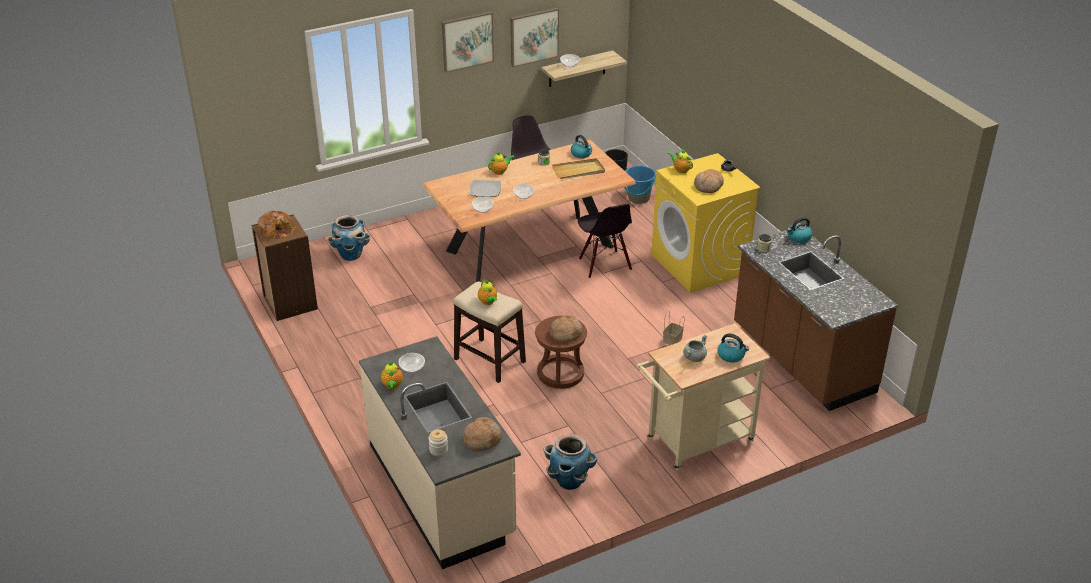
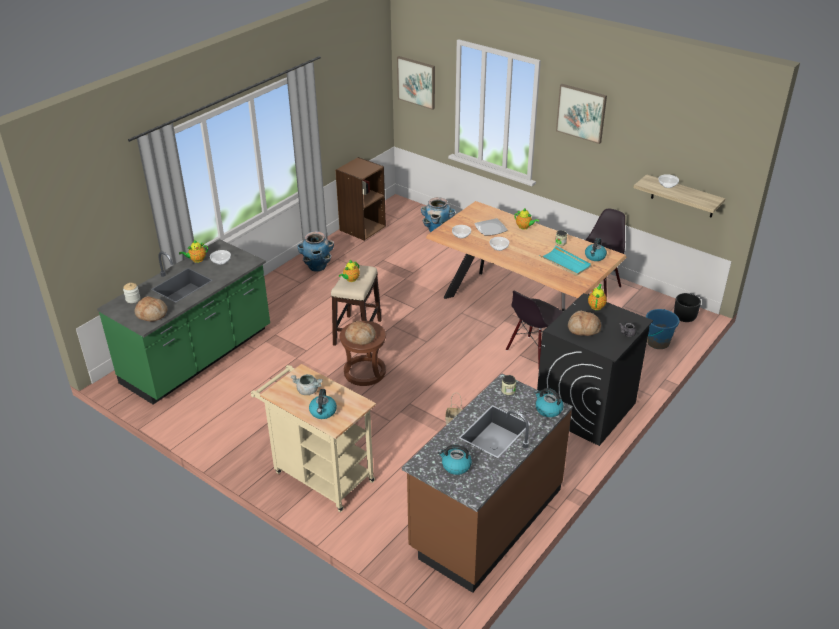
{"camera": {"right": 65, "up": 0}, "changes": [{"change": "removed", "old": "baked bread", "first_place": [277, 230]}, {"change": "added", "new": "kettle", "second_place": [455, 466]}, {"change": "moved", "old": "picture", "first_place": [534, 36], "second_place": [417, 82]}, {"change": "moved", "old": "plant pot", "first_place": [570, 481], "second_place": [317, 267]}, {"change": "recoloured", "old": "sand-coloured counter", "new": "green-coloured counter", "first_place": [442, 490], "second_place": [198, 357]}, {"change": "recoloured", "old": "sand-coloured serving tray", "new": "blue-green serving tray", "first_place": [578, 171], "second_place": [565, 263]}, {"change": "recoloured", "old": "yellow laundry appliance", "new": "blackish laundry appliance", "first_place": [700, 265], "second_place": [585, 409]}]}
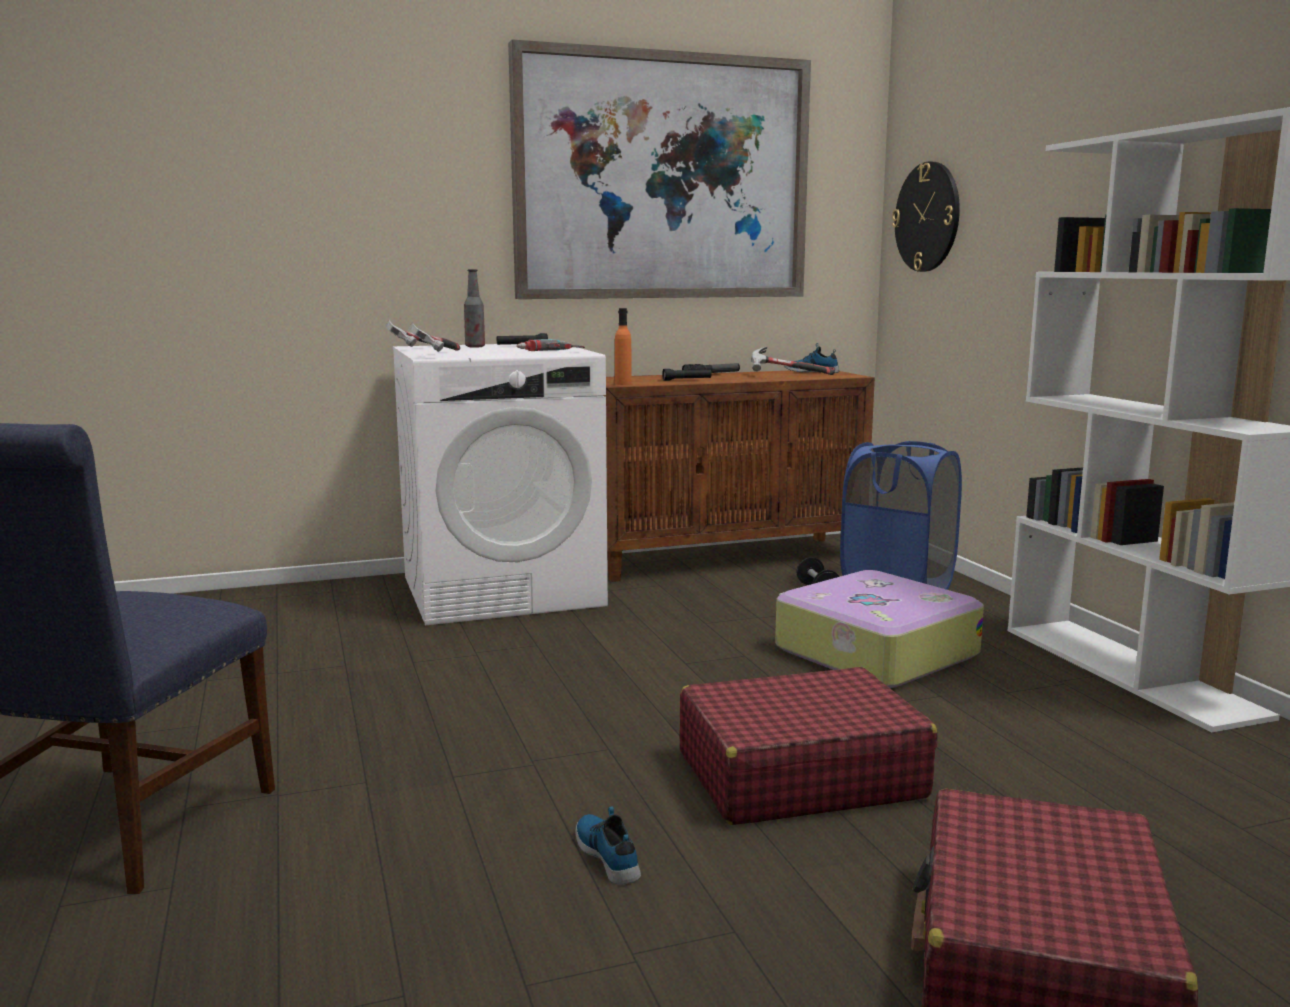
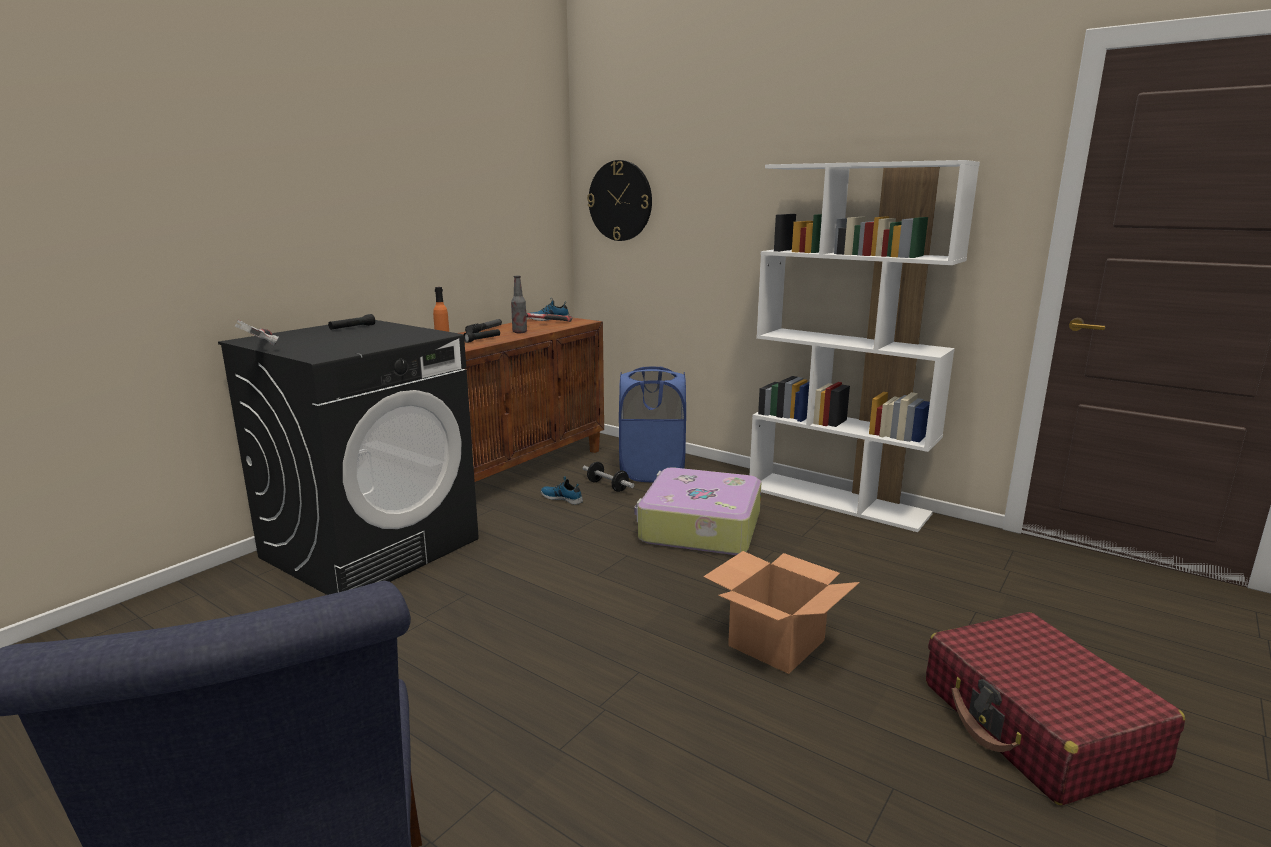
{"camera": {"right": -35, "up": 5}, "changes": [{"change": "removed", "old": "hand hammer", "first_place": [438, 354]}, {"change": "removed", "old": "picture", "first_place": [662, 178]}, {"change": "removed", "old": "electric drill", "first_place": [549, 351]}, {"change": "moved", "old": "bottle", "first_place": [475, 347], "second_place": [519, 332]}, {"change": "moved", "old": "item of footwear", "first_place": [609, 855], "second_place": [562, 498]}, {"change": "replaced", "old": "red piece of luggage", "new": "carton", "first_place": [798, 775], "second_place": [776, 644]}, {"change": "recoloured", "old": "white laundry appliance", "new": "blackish laundry appliance", "first_place": [503, 591], "second_place": [372, 547]}]}
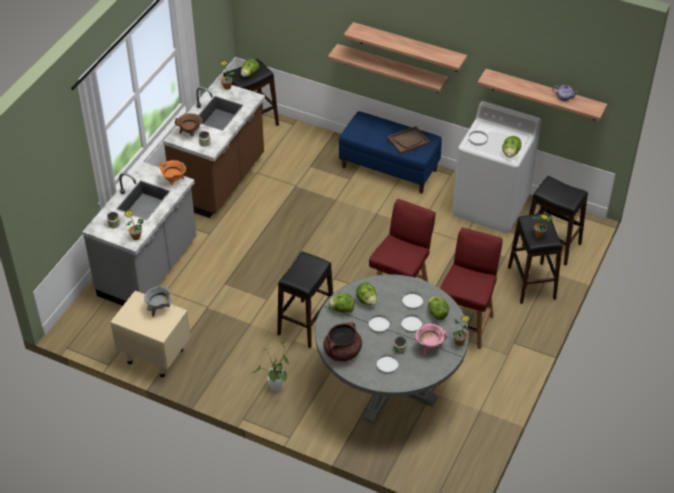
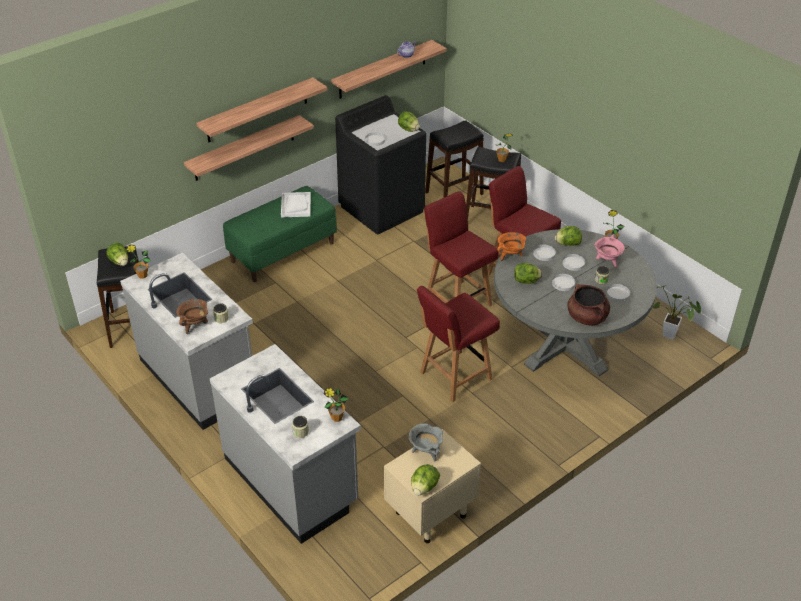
{"camera": {"right": -65, "up": -5}, "changes": [{"change": "moved", "old": "orange cooking pot", "first_place": [174, 181], "second_place": [510, 256]}, {"change": "moved", "old": "potted plant", "first_place": [275, 389], "second_place": [672, 336]}, {"change": "moved", "old": "lettuce", "first_place": [342, 309], "second_place": [424, 487]}, {"change": "replaced", "old": "blackish stool", "new": "red upright chair", "first_place": [306, 323], "second_place": [454, 376]}, {"change": "recoloured", "old": "brownish counter", "new": "grey counter", "first_place": [220, 182], "second_place": [199, 378]}, {"change": "recoloured", "old": "blue long seat", "new": "green-coloured long seat", "first_place": [389, 168], "second_place": [283, 252]}, {"change": "recoloured", "old": "brownish serving tray", "new": "white serving tray", "first_place": [408, 141], "second_place": [296, 205]}, {"change": "recoloured", "old": "white laundry appliance", "new": "blackish laundry appliance", "first_place": [491, 206], "second_place": [382, 209]}]}
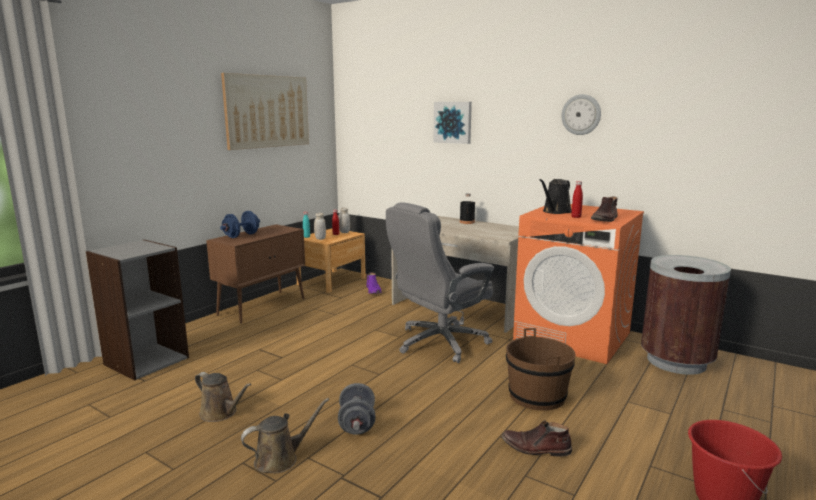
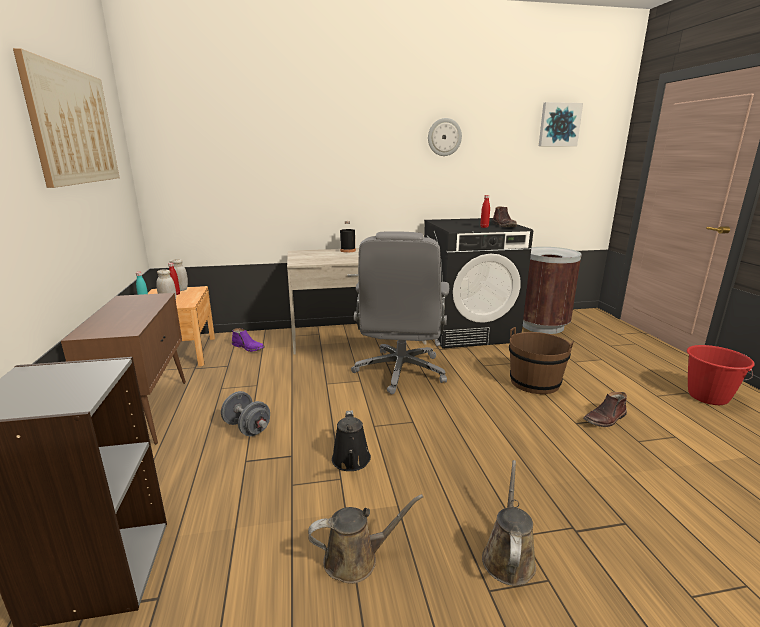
{"camera": {"right": -45, "up": 5}, "changes": [{"change": "removed", "old": "blue hand weight", "first_place": [241, 236]}, {"change": "moved", "old": "grey hand weight", "first_place": [357, 424], "second_place": [247, 428]}, {"change": "moved", "old": "picture", "first_place": [453, 122], "second_place": [559, 125]}, {"change": "moved", "old": "blackish watering pot", "first_place": [555, 212], "second_place": [351, 461]}, {"change": "recoloured", "old": "orange laundry appliance", "new": "blackish laundry appliance", "first_place": [573, 337], "second_place": [468, 331]}]}
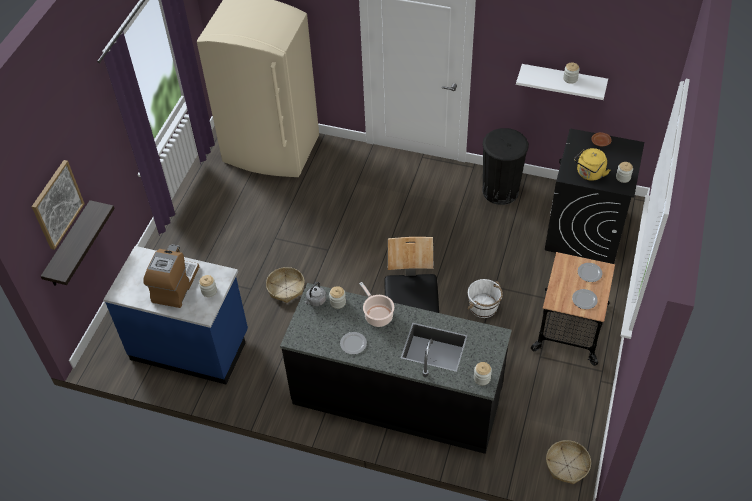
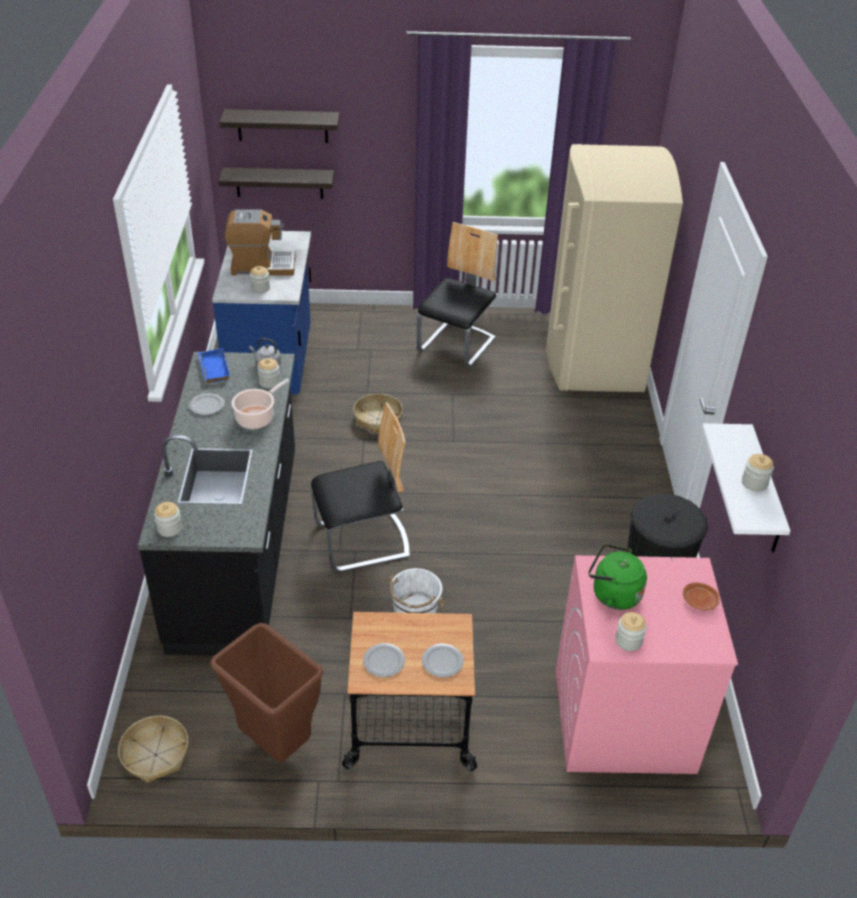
{"camera": {"right": 70, "up": -10}, "changes": [{"change": "added", "new": "blue serving tray", "second_place": [212, 369]}, {"change": "added", "new": "brownish trash can", "second_place": [274, 744]}, {"change": "added", "new": "upright chair", "second_place": [457, 345]}, {"change": "replaced", "old": "picture", "new": "bracket shelf", "first_place": [57, 204], "second_place": [282, 126]}, {"change": "recoloured", "old": "blackish laundry appliance", "new": "pinkish laundry appliance", "first_place": [584, 231], "second_place": [622, 720]}, {"change": "recoloured", "old": "yellow kettle", "new": "green-coloured kettle", "first_place": [589, 174], "second_place": [613, 594]}]}
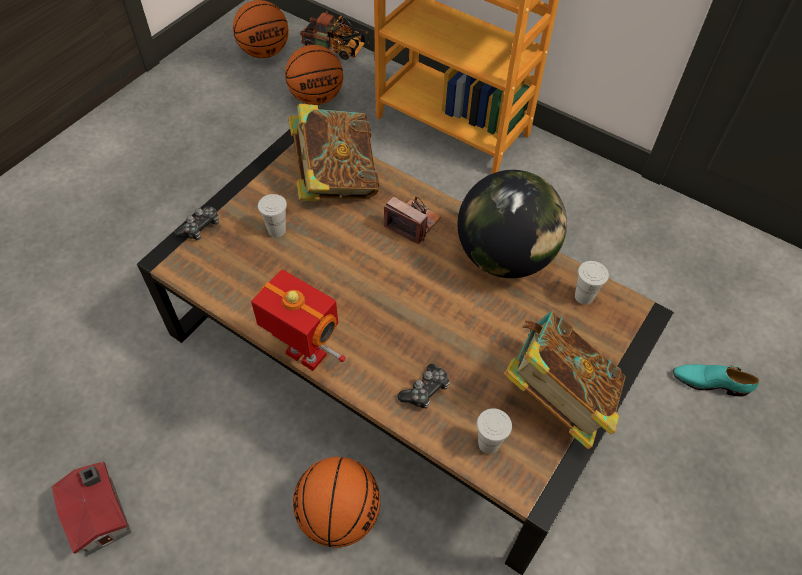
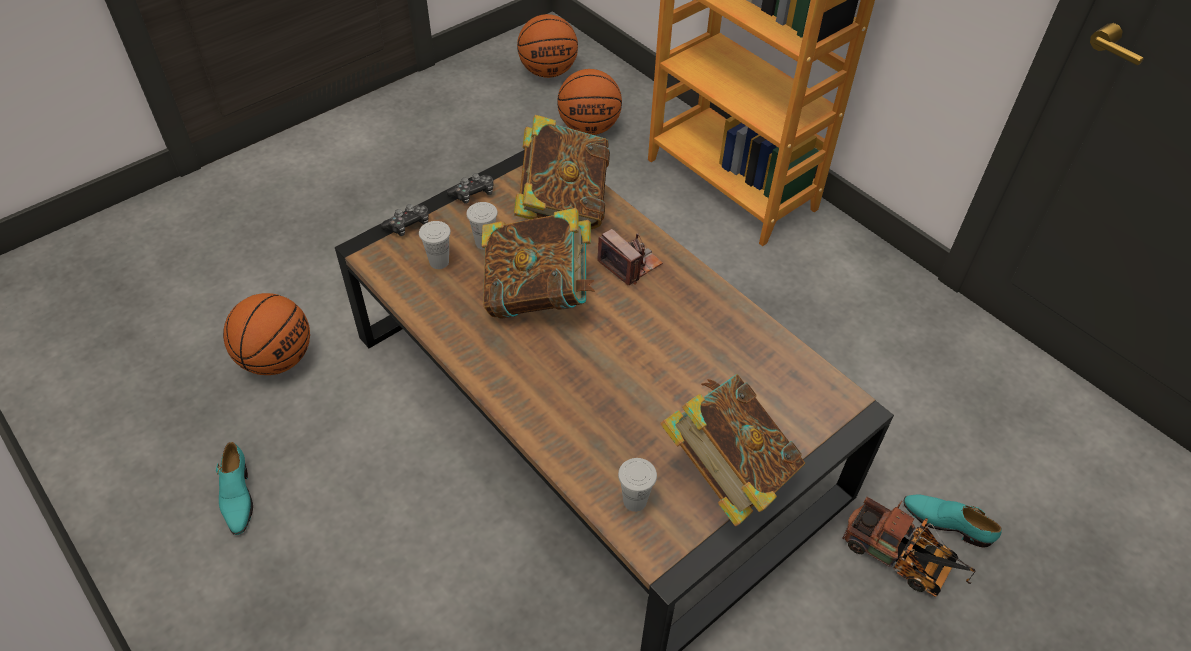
{"camera": {"right": 15, "up": -5}, "changes": [{"change": "removed", "old": "robot figure", "first_place": [304, 356]}, {"change": "removed", "old": "world globe", "first_place": [504, 257]}, {"change": "added", "new": "bound book", "second_place": [538, 295]}, {"change": "moved", "old": "basketball ball", "first_place": [338, 515], "second_place": [276, 359]}, {"change": "moved", "old": "toy lorry", "first_place": [337, 49], "second_place": [902, 560]}, {"change": "moved", "old": "gamepad", "first_place": [425, 390], "second_place": [473, 194]}, {"change": "moved", "old": "white drinking cup", "first_place": [584, 297], "second_place": [439, 262]}, {"change": "replaced", "old": "model house", "new": "blue-green item of footwear", "first_place": [101, 513], "second_place": [237, 497]}]}
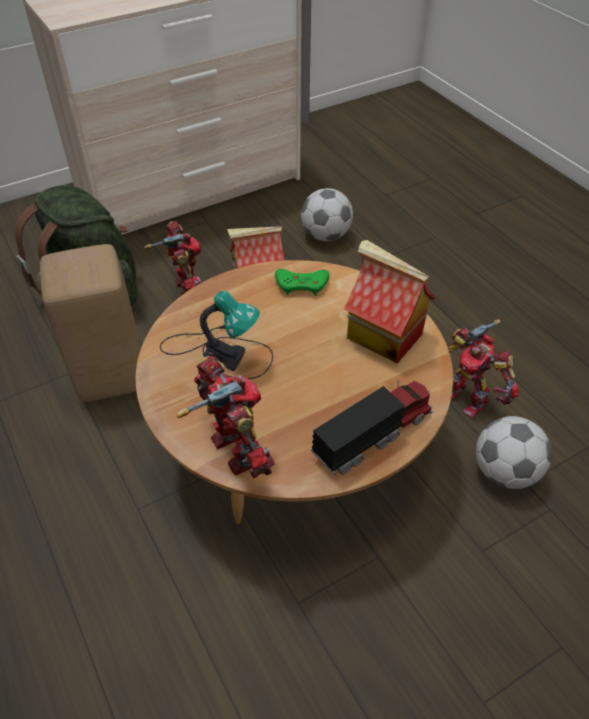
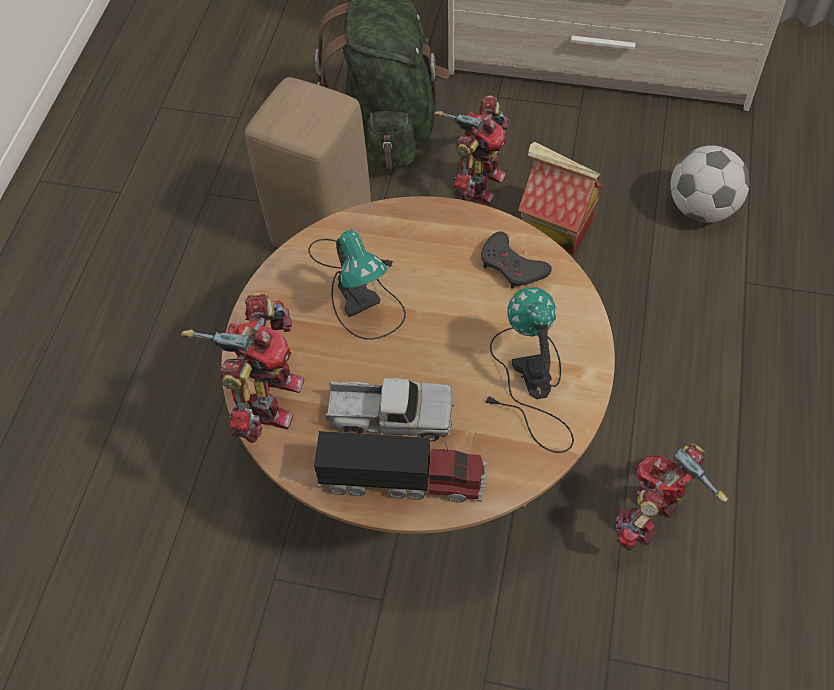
{"camera": {"right": 45, "up": 10}, "changes": [{"change": "removed", "old": "football ball", "first_place": [505, 472]}, {"change": "added", "new": "toy lorry", "second_place": [390, 416]}, {"change": "replaced", "old": "model house", "new": "tabletop lamp", "first_place": [382, 336], "second_place": [530, 383]}, {"change": "recoloured", "old": "green-coloured gamepad", "new": "grey gamepad", "first_place": [302, 285], "second_place": [512, 266]}, {"change": "turned", "old": "robot figure", "first_place": [466, 397], "second_place": [651, 517], "degrees": 45}]}
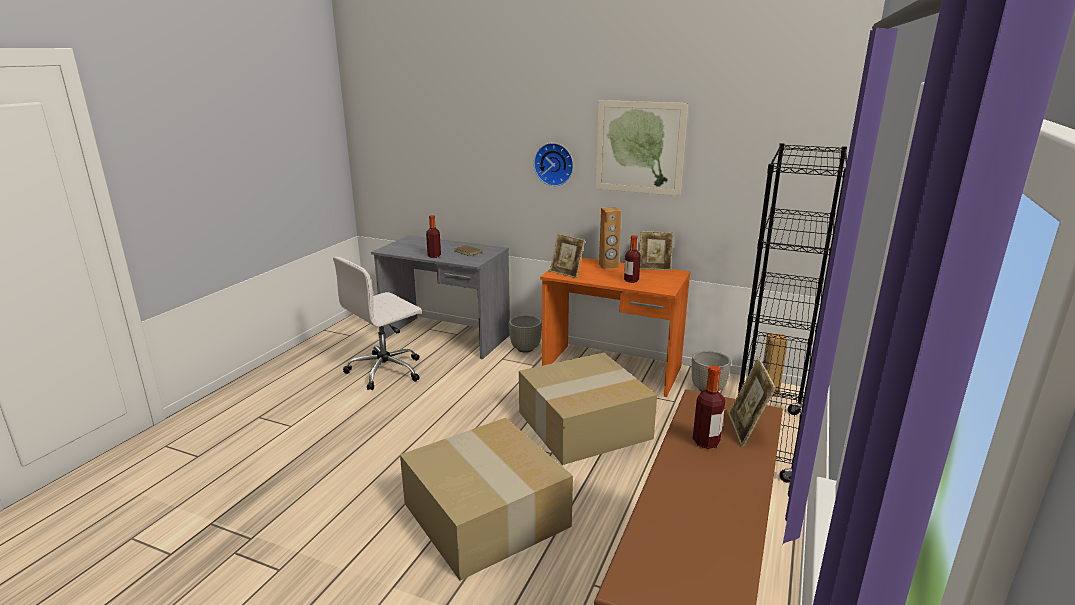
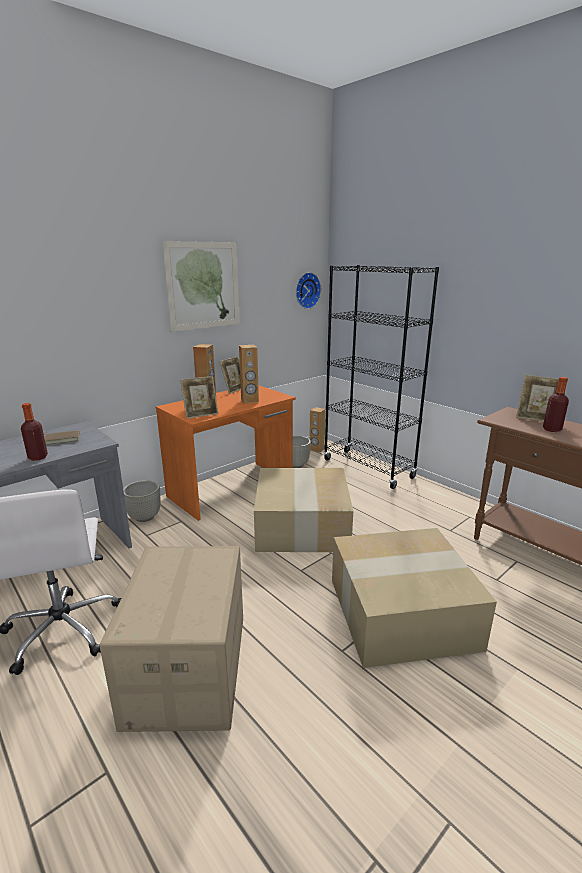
{"camera": {"right": -65, "up": 0}, "changes": [{"change": "added", "new": "carton", "second_place": [187, 668]}, {"change": "moved", "old": "wall clock", "first_place": [554, 164], "second_place": [306, 290]}, {"change": "replaced", "old": "bottle", "new": "brownish speaker", "first_place": [631, 280], "second_place": [249, 400]}]}
